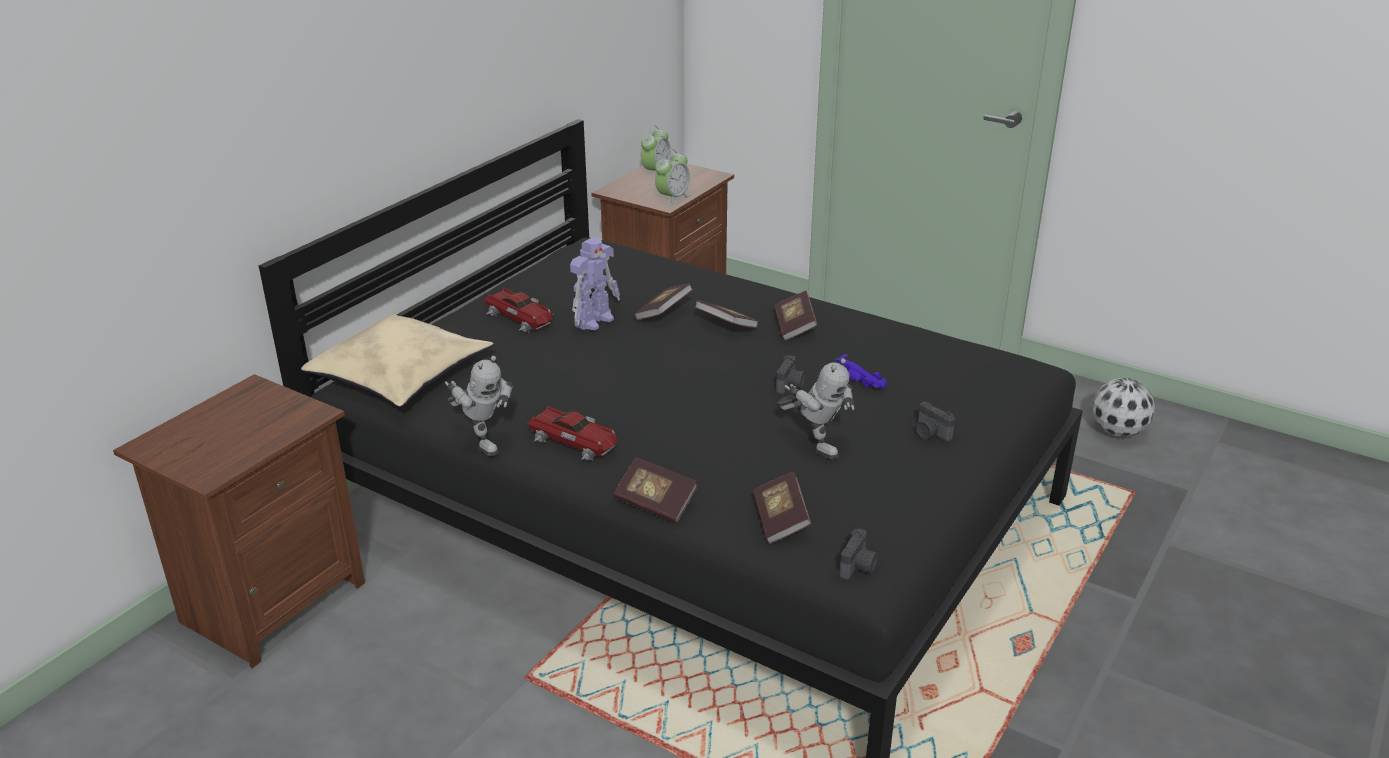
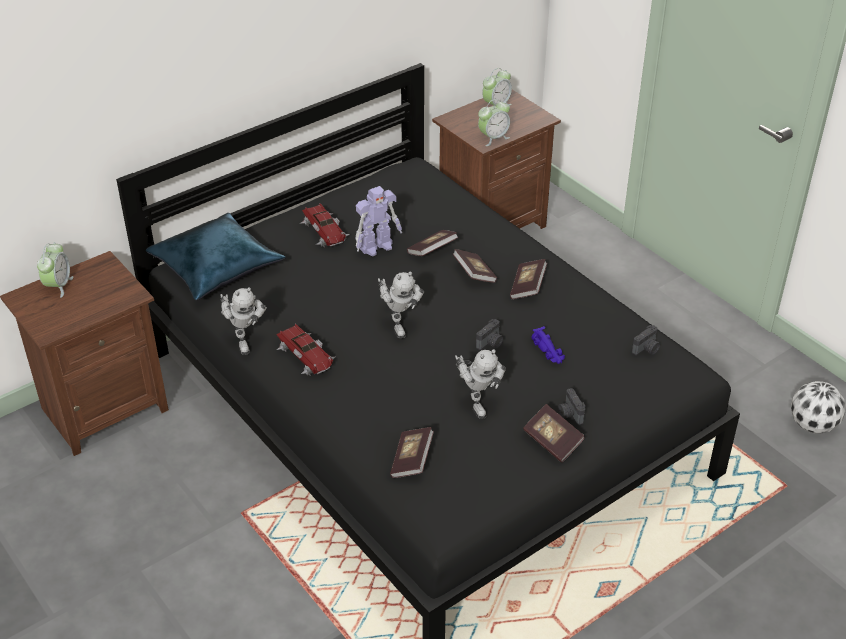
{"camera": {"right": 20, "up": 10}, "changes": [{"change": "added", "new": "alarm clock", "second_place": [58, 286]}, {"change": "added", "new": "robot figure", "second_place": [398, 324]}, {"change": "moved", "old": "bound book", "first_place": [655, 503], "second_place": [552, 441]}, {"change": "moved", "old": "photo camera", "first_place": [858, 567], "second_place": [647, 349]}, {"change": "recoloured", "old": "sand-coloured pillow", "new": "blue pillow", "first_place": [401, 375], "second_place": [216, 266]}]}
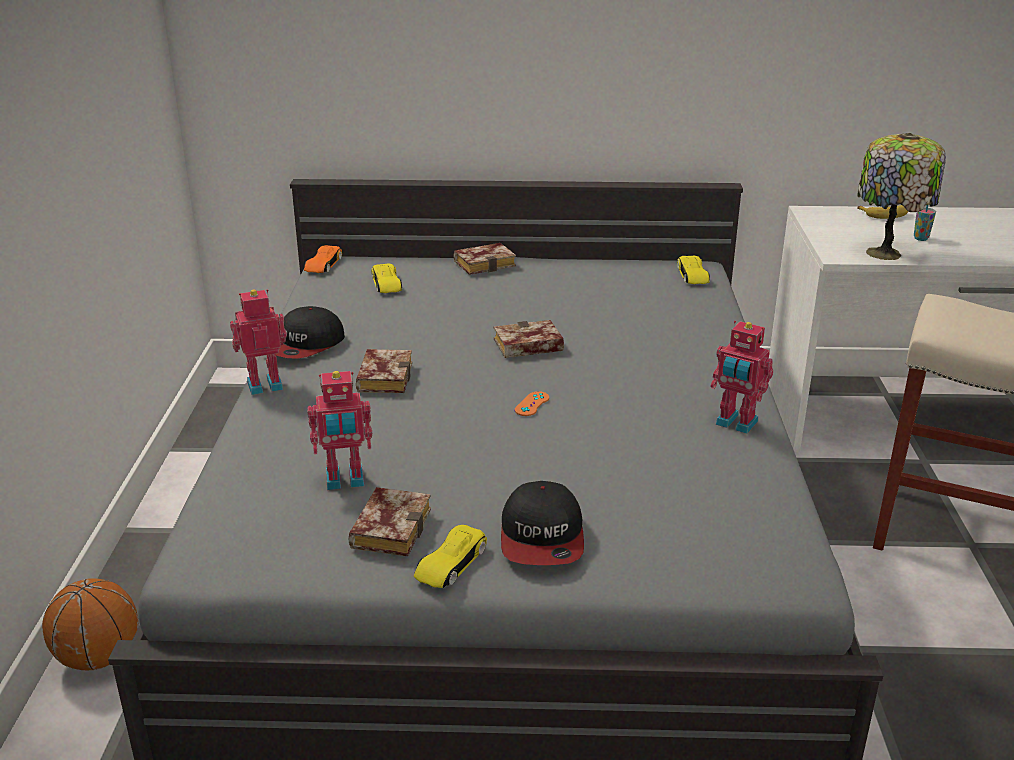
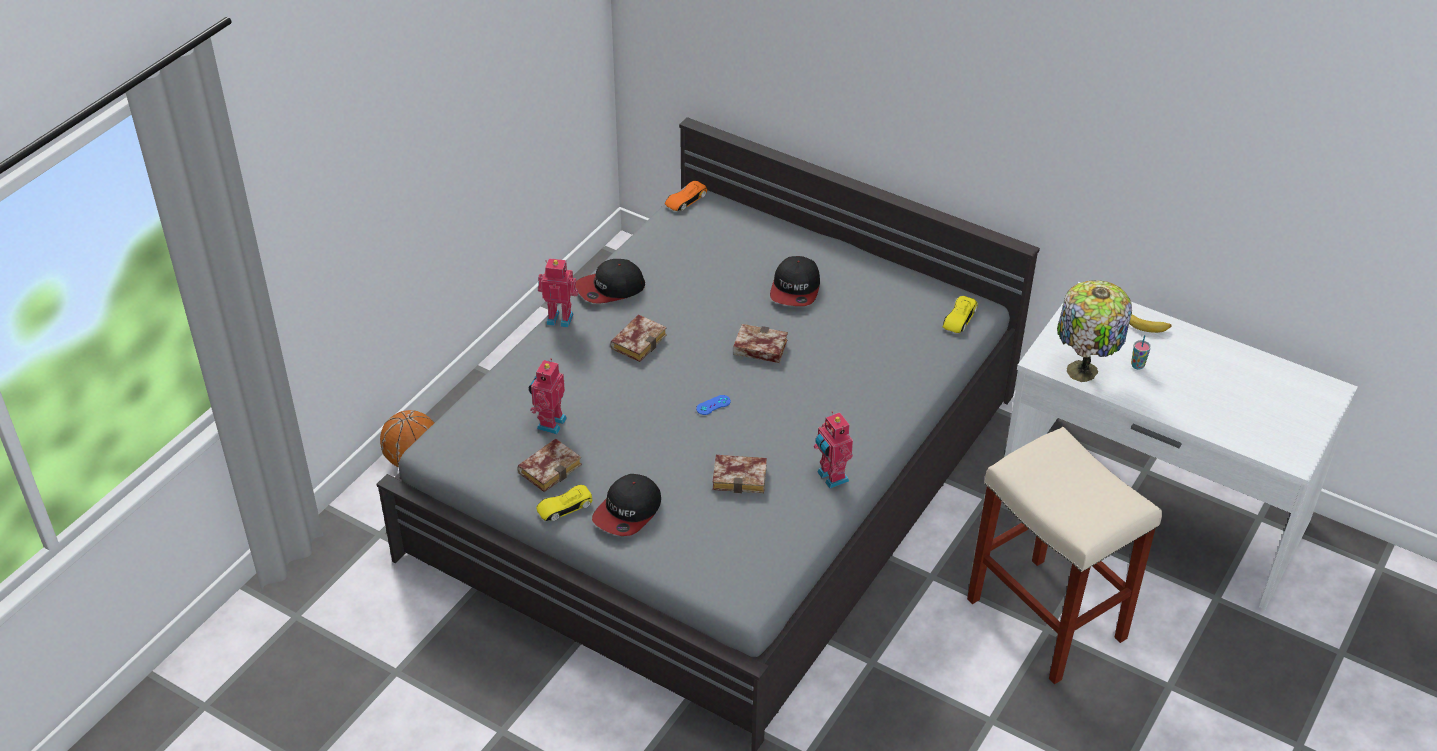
{"camera": {"right": 30, "up": 15}, "changes": [{"change": "removed", "old": "yellow model car", "first_place": [387, 284]}, {"change": "added", "new": "peaked cap", "second_place": [795, 289]}, {"change": "moved", "old": "bound book", "first_place": [486, 263], "second_place": [742, 477]}, {"change": "recoloured", "old": "orange gamepad", "new": "blue gamepad", "first_place": [532, 404], "second_place": [713, 405]}, {"change": "turned", "old": "robot figure", "first_place": [345, 481], "second_place": [549, 423], "degrees": 90}]}
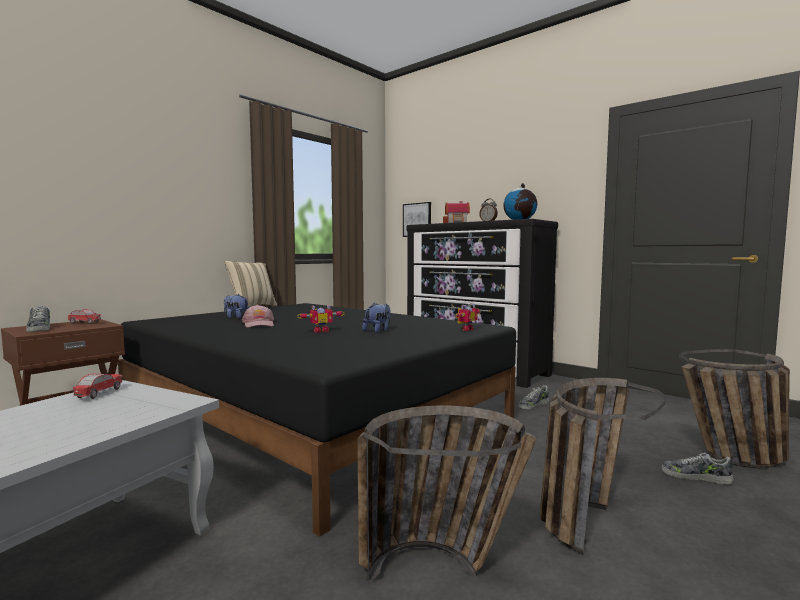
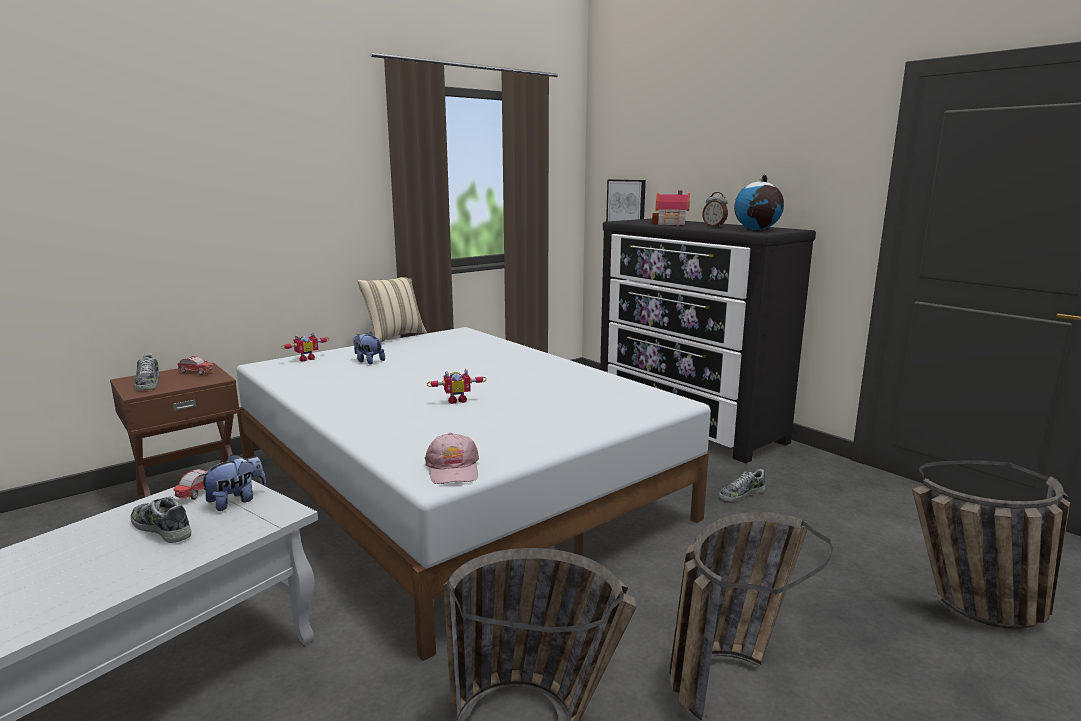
{"camera": {"right": 10, "up": 10}, "changes": [{"change": "moved", "old": "pinkish peaked cap", "first_place": [259, 324], "second_place": [453, 469]}, {"change": "moved", "old": "cuddly toy", "first_place": [378, 331], "second_place": [236, 501]}, {"change": "moved", "old": "robot figure", "first_place": [465, 329], "second_place": [306, 359]}, {"change": "moved", "old": "item of footwear", "first_place": [695, 476], "second_place": [162, 528]}, {"change": "recoloured", "old": "blackish sleeping bed", "new": "white sleeping bed", "first_place": [312, 416], "second_place": [455, 490]}]}
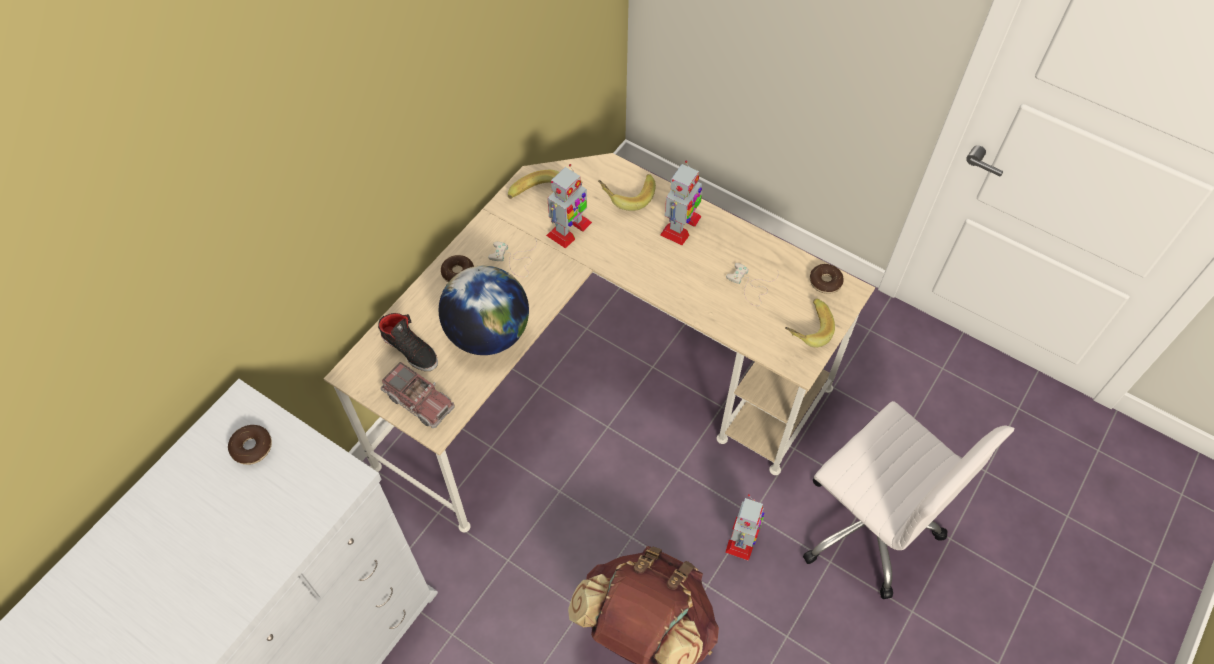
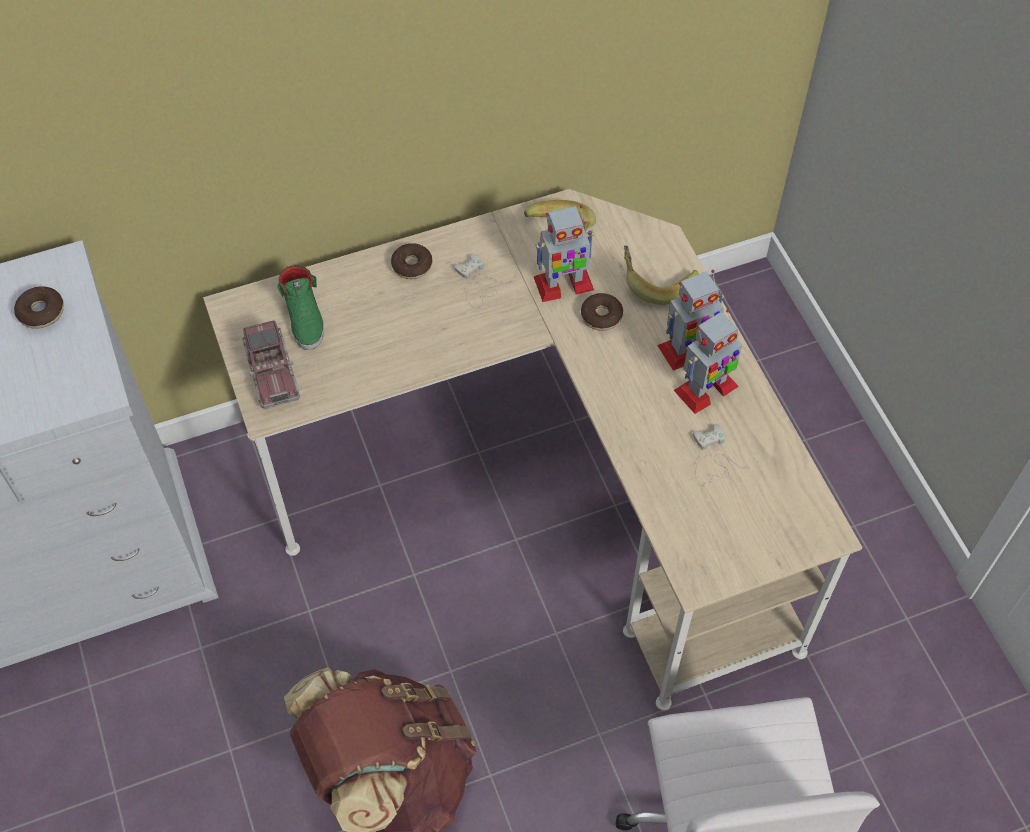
{"camera": {"right": 35, "up": 0}, "changes": [{"change": "removed", "old": "world globe", "first_place": [488, 333]}, {"change": "removed", "old": "banana fruit", "first_place": [805, 330]}, {"change": "moved", "old": "robot figure", "first_place": [742, 539], "second_place": [705, 389]}, {"change": "moved", "old": "doughnut", "first_place": [825, 282], "second_place": [601, 316]}, {"change": "recoloured", "old": "blackish item of footwear", "new": "green-coloured item of footwear", "first_place": [410, 349], "second_place": [305, 316]}]}
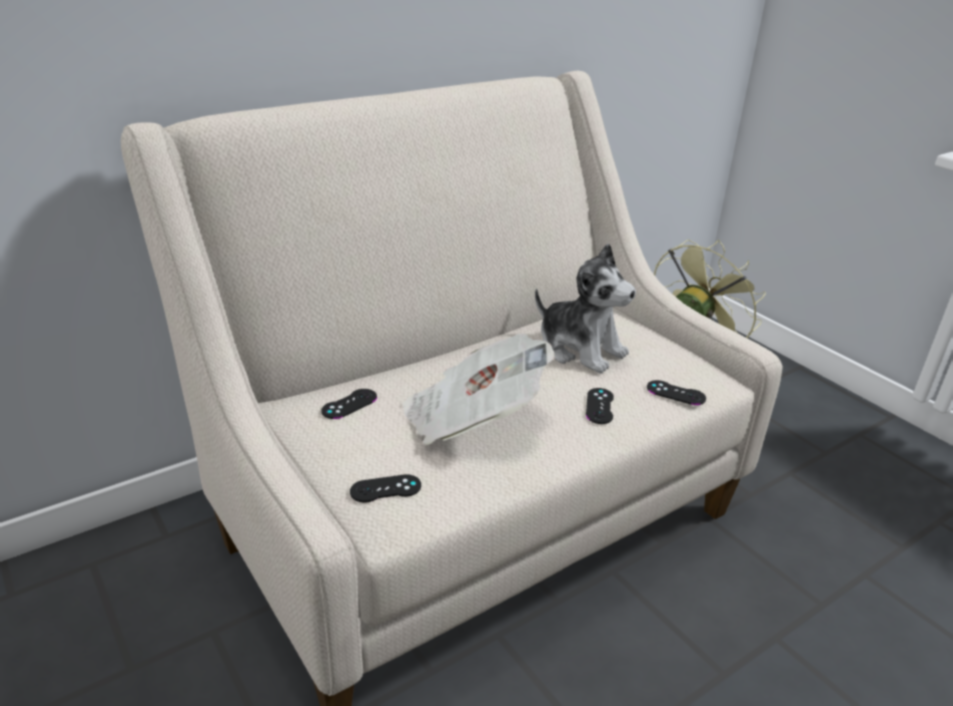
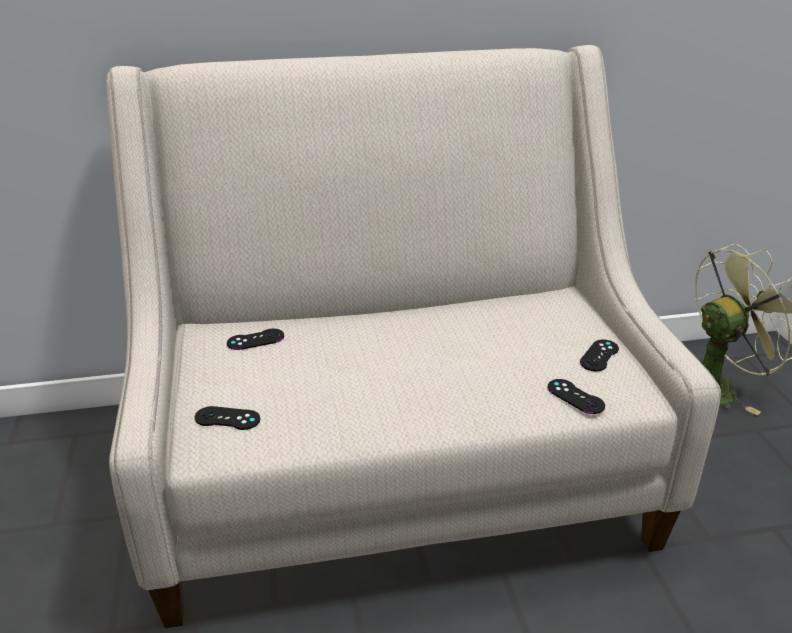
{"camera": {"right": 25, "up": 0}, "changes": [{"change": "removed", "old": "newspaper", "first_place": [472, 419]}, {"change": "removed", "old": "cuddly toy", "first_place": [580, 349]}, {"change": "moved", "old": "blackish gamepad", "first_place": [599, 406], "second_place": [599, 355]}]}
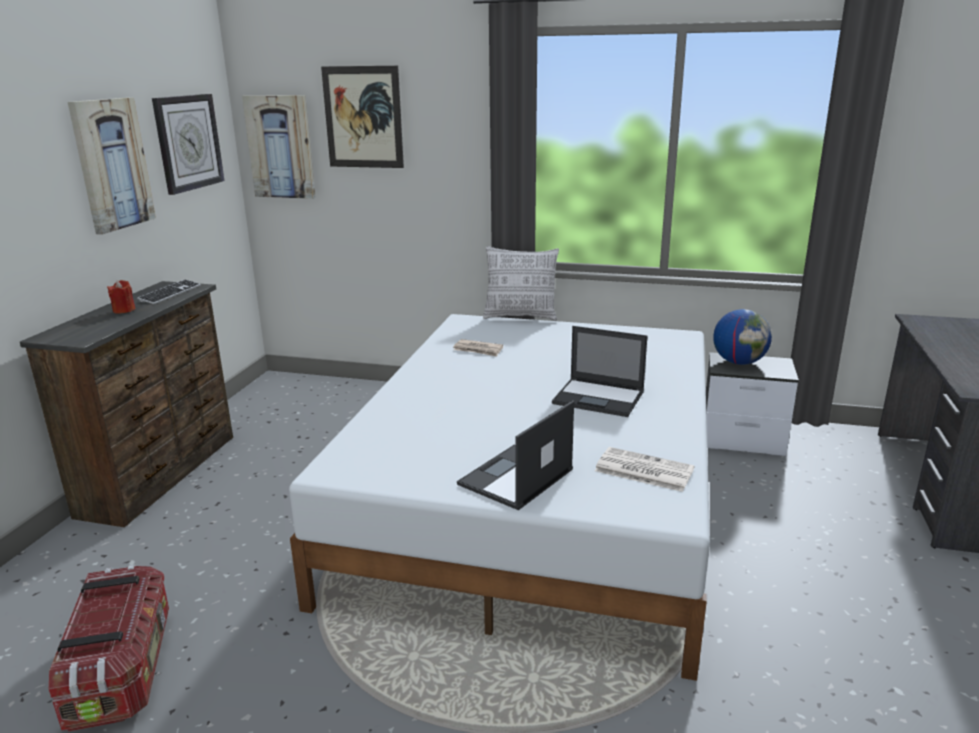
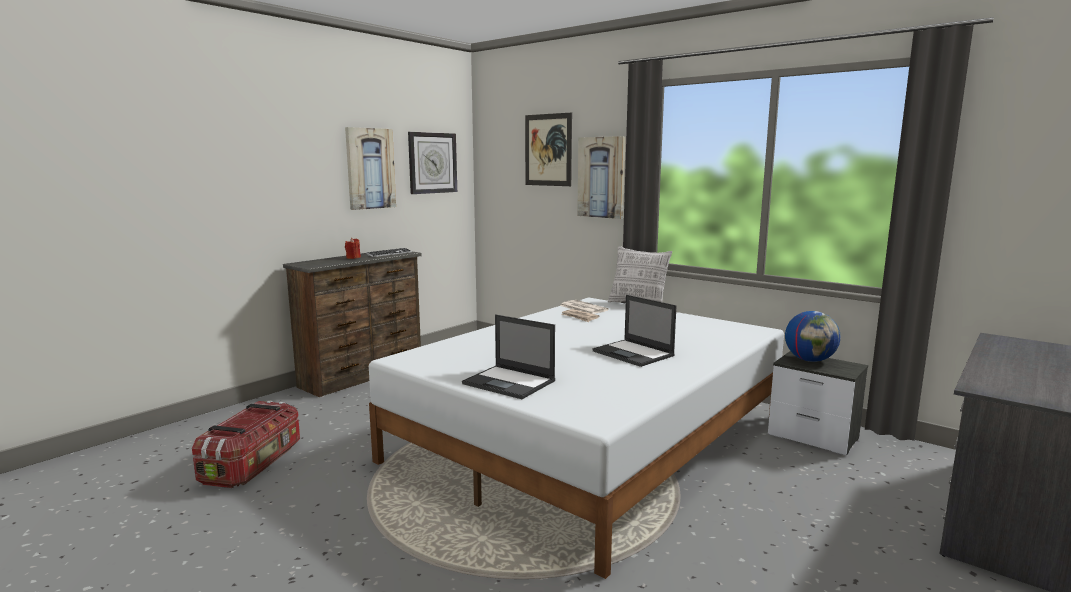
{"camera": {"right": 25, "up": -10}, "changes": [{"change": "moved", "old": "picture", "first_place": [280, 147], "second_place": [601, 177]}, {"change": "moved", "old": "newspaper", "first_place": [642, 470], "second_place": [583, 308]}, {"change": "turned", "old": "laptop", "first_place": [515, 478], "second_place": [510, 382], "degrees": -120}]}
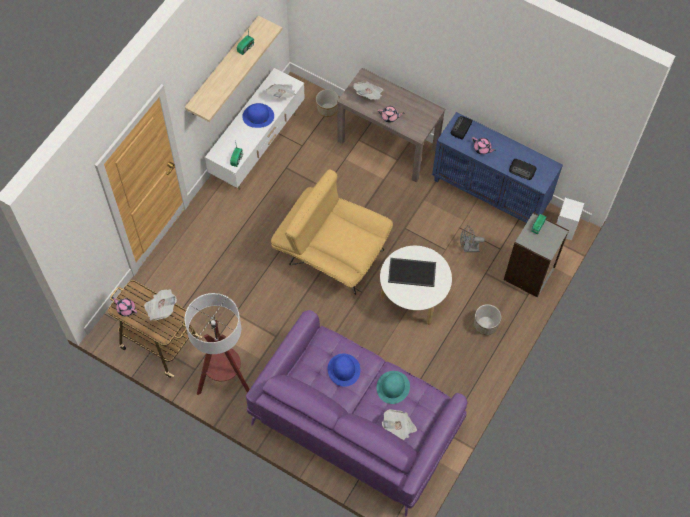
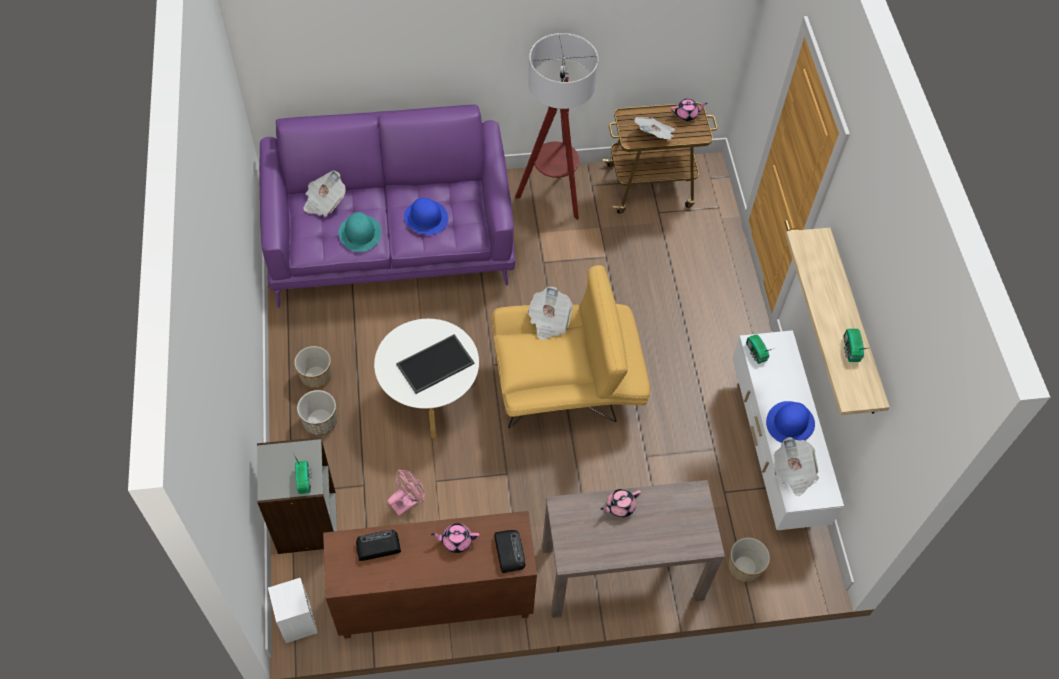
{"camera": {"right": 140, "up": -5}, "changes": [{"change": "added", "new": "plant pot", "second_place": [315, 376]}, {"change": "moved", "old": "newspaper", "first_place": [369, 95], "second_place": [549, 321]}, {"change": "recoloured", "old": "blue cabinet", "new": "brownish cabinet", "first_place": [491, 193], "second_place": [433, 602]}, {"change": "recoloured", "old": "grey fan", "new": "pinkish fan", "first_place": [468, 248], "second_place": [407, 502]}]}
